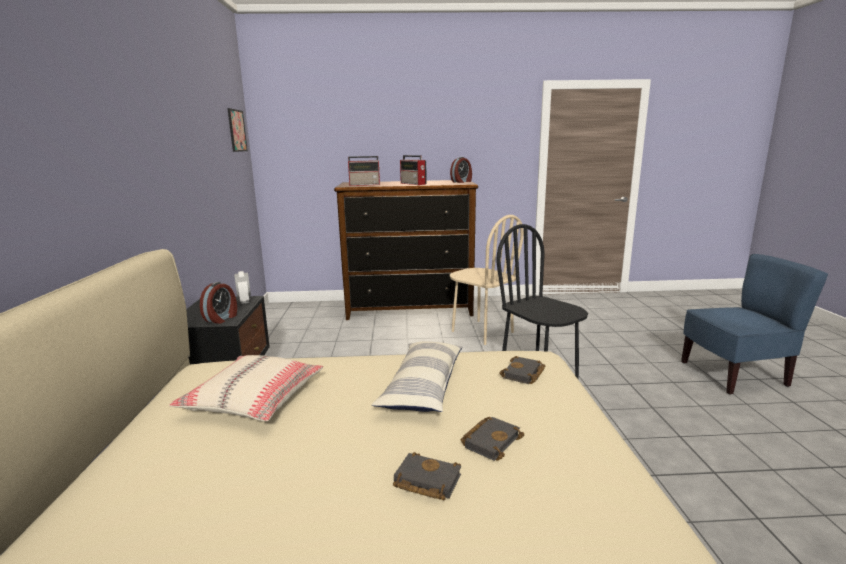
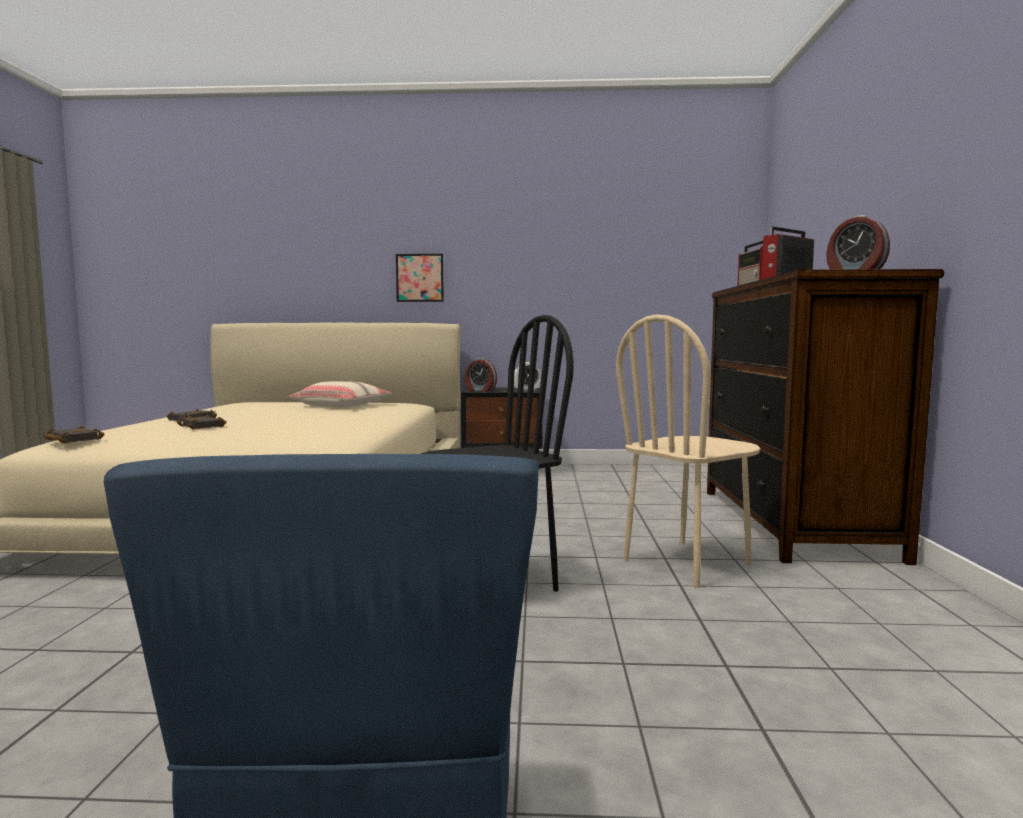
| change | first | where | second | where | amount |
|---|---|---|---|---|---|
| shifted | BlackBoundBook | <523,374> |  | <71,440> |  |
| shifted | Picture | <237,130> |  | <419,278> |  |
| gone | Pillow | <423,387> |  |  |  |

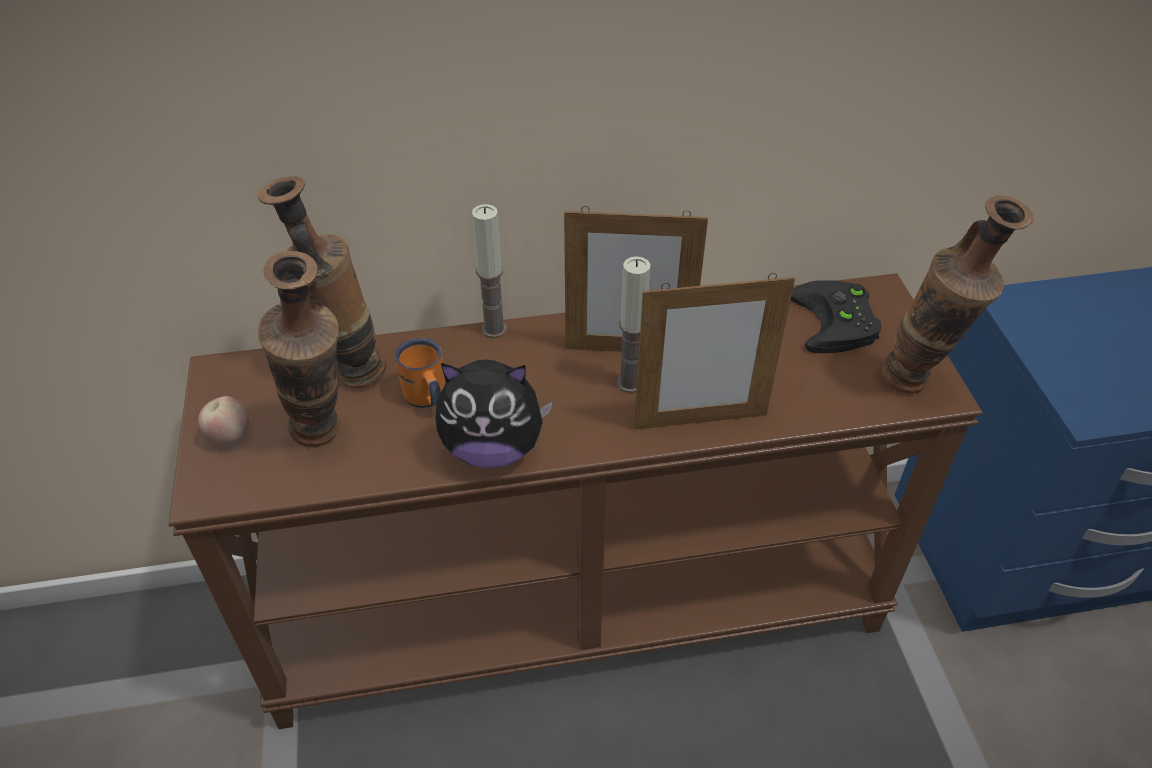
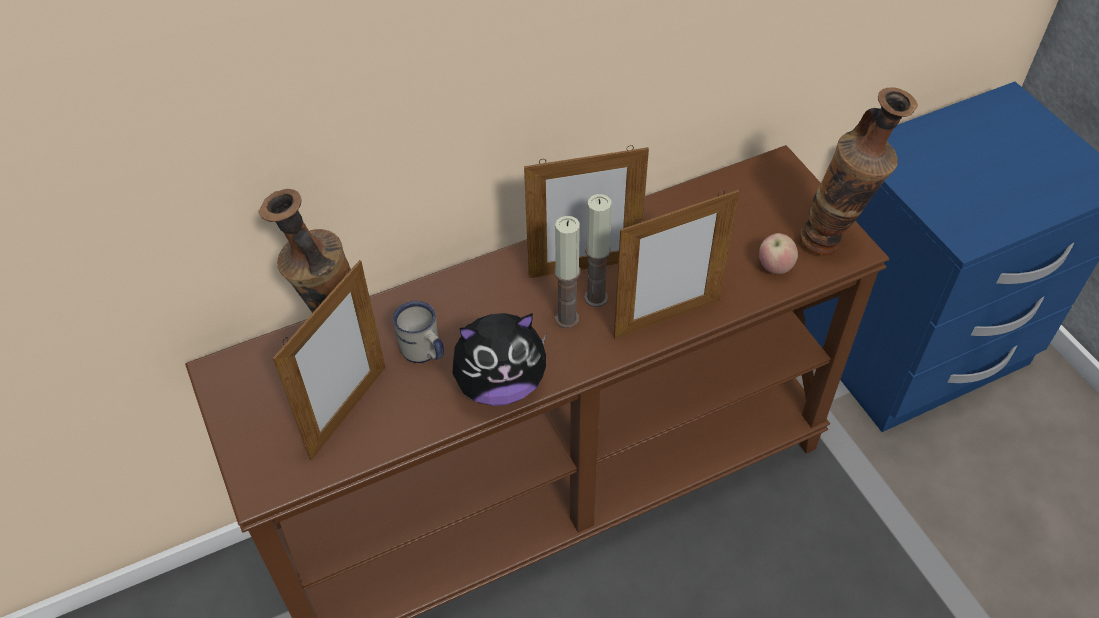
| change | first | where | second | where | amount |
|---|---|---|---|---|---|
| swapped | Vase | <325,439> | StandingFrame | <348,412> |  |
| repainted | OrangeColouredCoffeeMug | <426,399> | WhiteCoffeeMug | <424,353> |  |
| shifted | Candle | <494,329> |  | <567,319> |  |
| shifted | AppleFruit | <230,437> |  | <775,267> |  |
| gone | BlackJoypad | <838,324> |  |  |  |

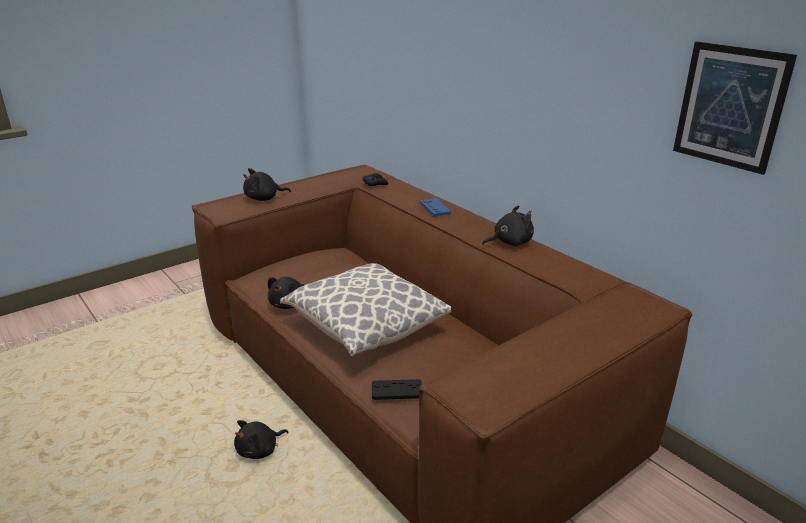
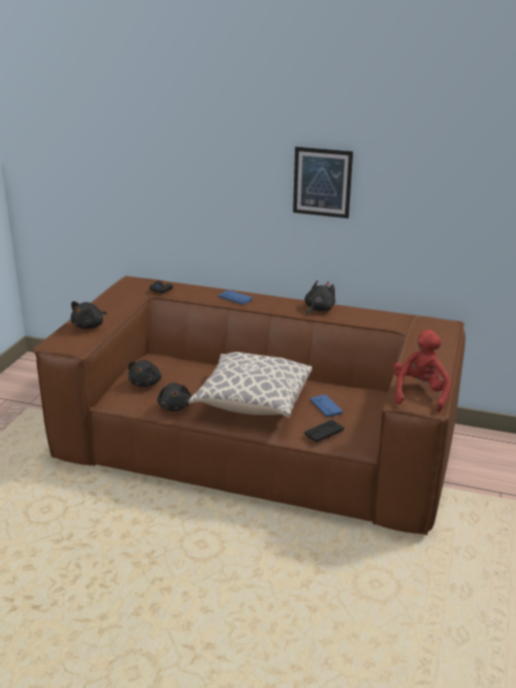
| change | first | where | second | where | amount |
|---|---|---|---|---|---|
| shifted | BlackSoftToy | <260,450> |  | <146,383> |  |
| shifted | Picture | <730,106> |  | <322,182> |  |
| new |  |  | BlueColouredJoypad | <326,406> |  |
| new |  |  | ReddishSoftToy | <419,394> |  |

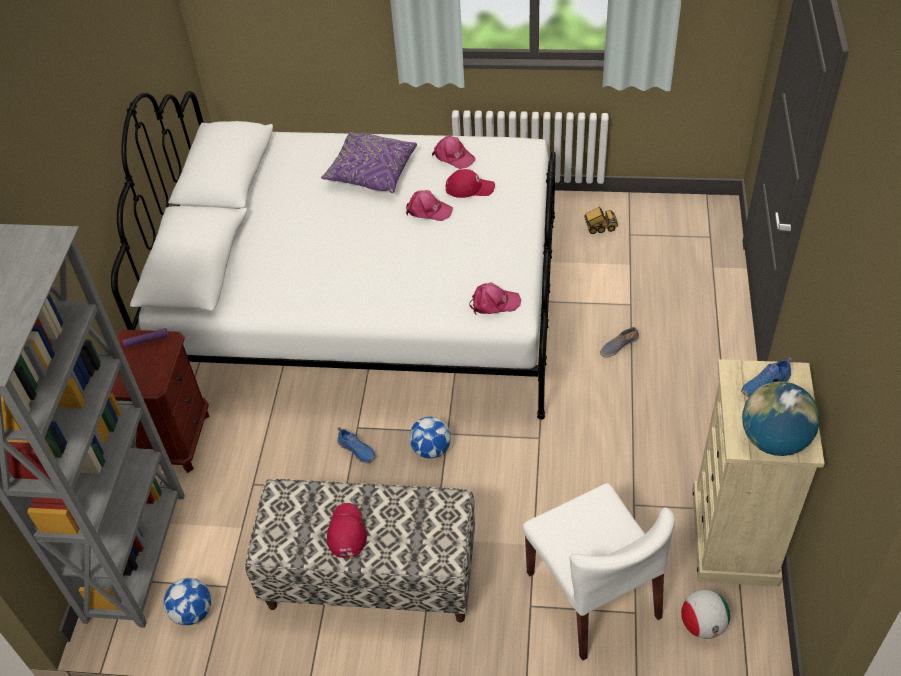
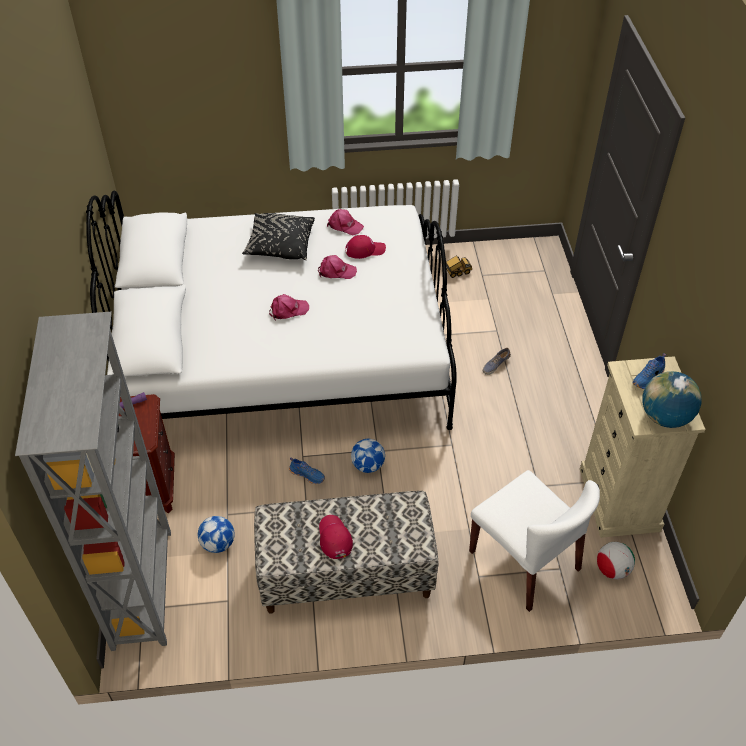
| change | first | where | second | where | amount |
|---|---|---|---|---|---|
| shifted | Football | <192,612> |  | <218,544> |  |
| repainted | PurplishPillow | <371,173> | BlackPillow | <280,245> |  |
| shifted | PinkishCap | <494,303> |  | <288,310> |  |

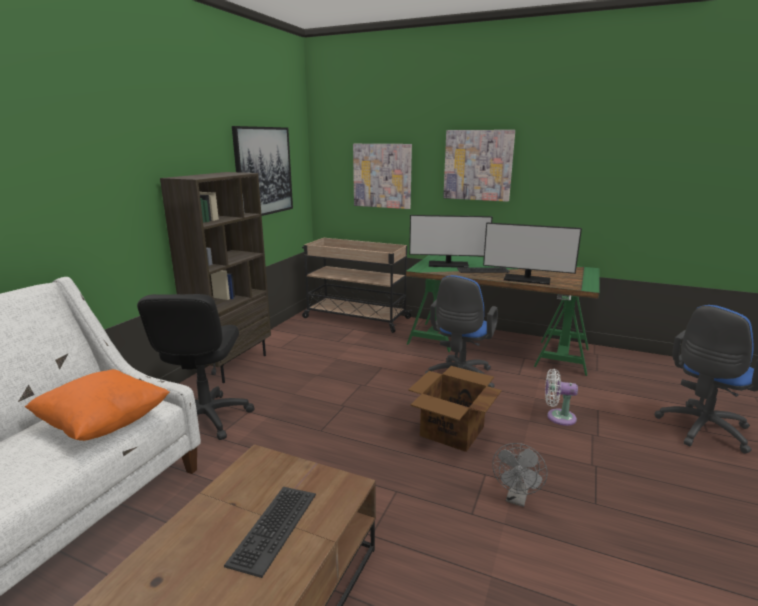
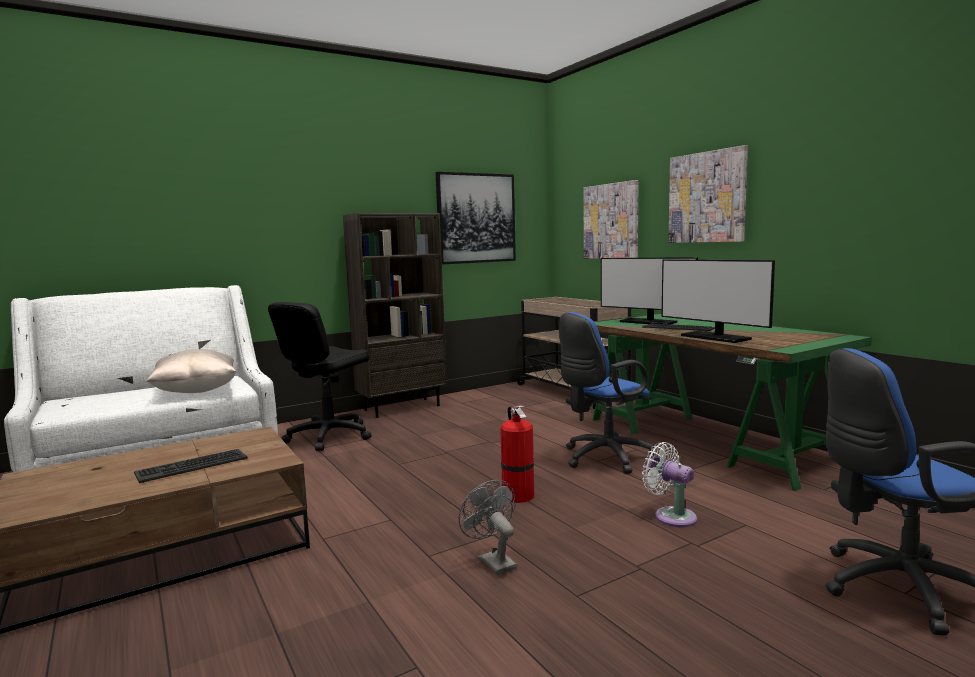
| change | first | where | second | where | amount |
|---|---|---|---|---|---|
| repainted | OrangeColouredPillow | <104,424> | BeigeColouredPillow | <196,391> |  |
| rotated | GreyishFan | <517,499> |  | <492,561> | 90 degrees clockwise |
| swapped | Carton | <451,431> | FireFightingCylinder | <517,495> |  |

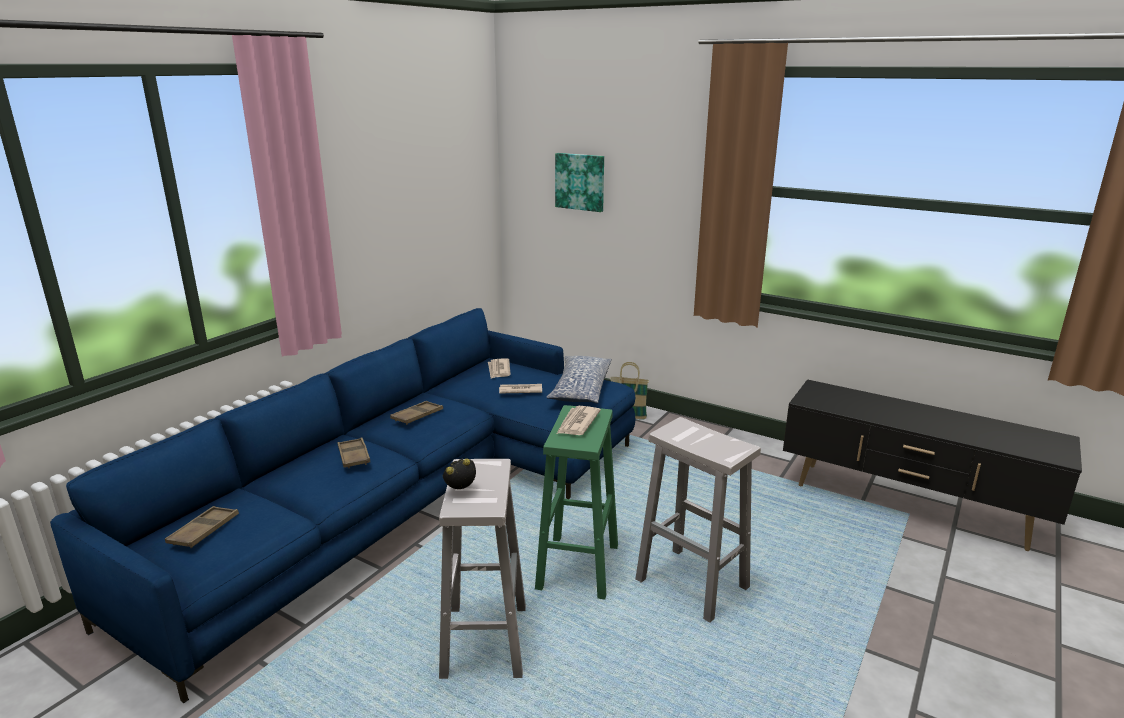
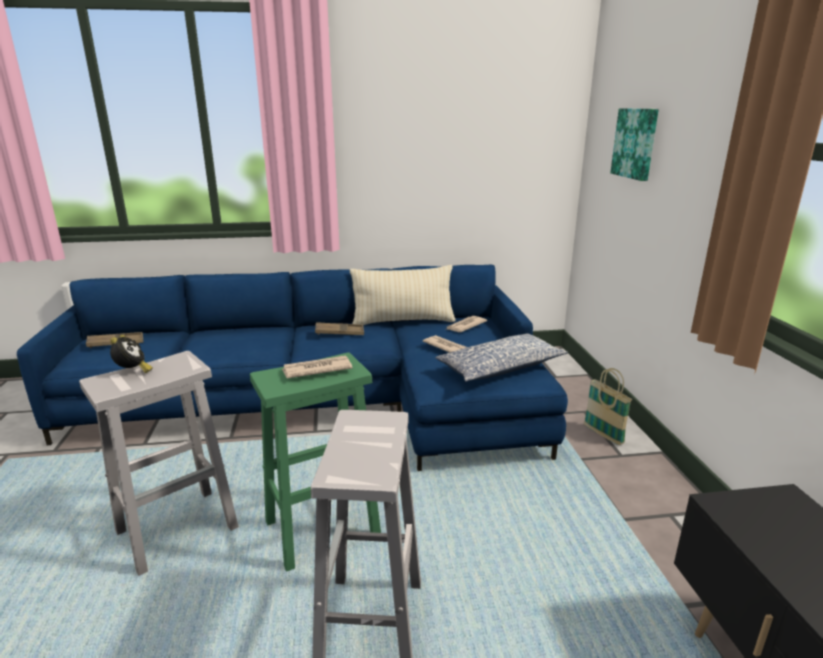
| change | first | where | second | where | amount |
|---|---|---|---|---|---|
| rotated | AlarmClock | <461,491> |  | <133,371> | 60 degrees clockwise |
| new |  |  | BeigeColouredPillow | <403,321> |  |
| gone | BrownishCarryingTray | <354,456> |  |  |  |

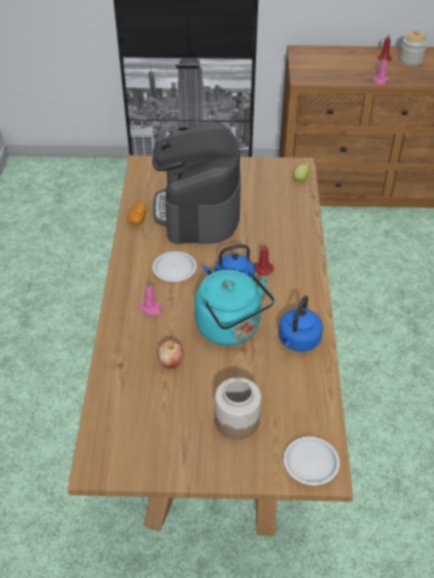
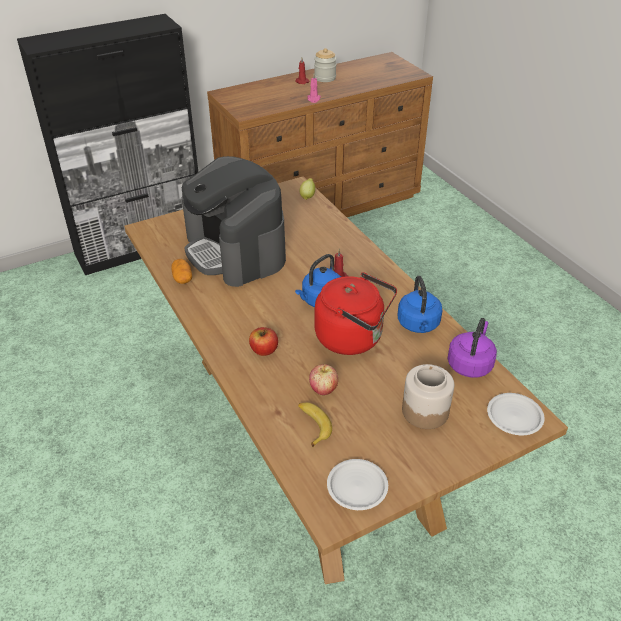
| change | first | where | second | where | amount |
|---|---|---|---|---|---|
| swapped | PinkishCandle | <151,308> | AppleFruit | <264,350> |  |
| new |  |  | Banana | <312,425> |  |
| repainted | TurquoiseWaterKettle | <231,329> | ReddishWaterKettle | <353,338> |  |
| shifted | WhiteDinnerPlate | <175,269> |  | <357,487> |  |
| new |  |  | PurplishWaterKettle | <470,364> |  |

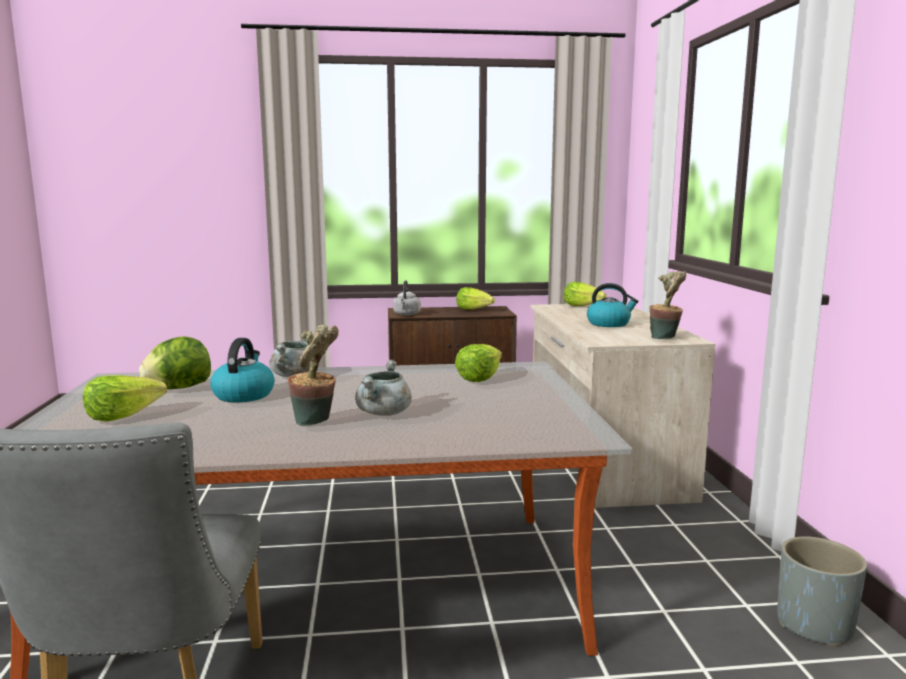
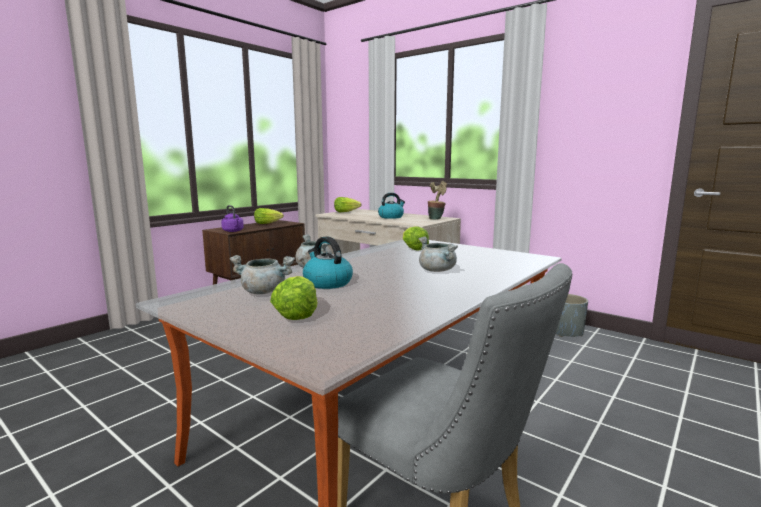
| change | first | where | second | where | amount |
|---|---|---|---|---|---|
| repainted | GreyishWaterKettle | <406,314> | PurplishWaterKettle | <233,231> |  |
| swapped | HeadOfLettuce | <178,388> | GreyishCookingPot | <264,292> |  |
| gone | PottedPlant | <315,422> |  |  |  |

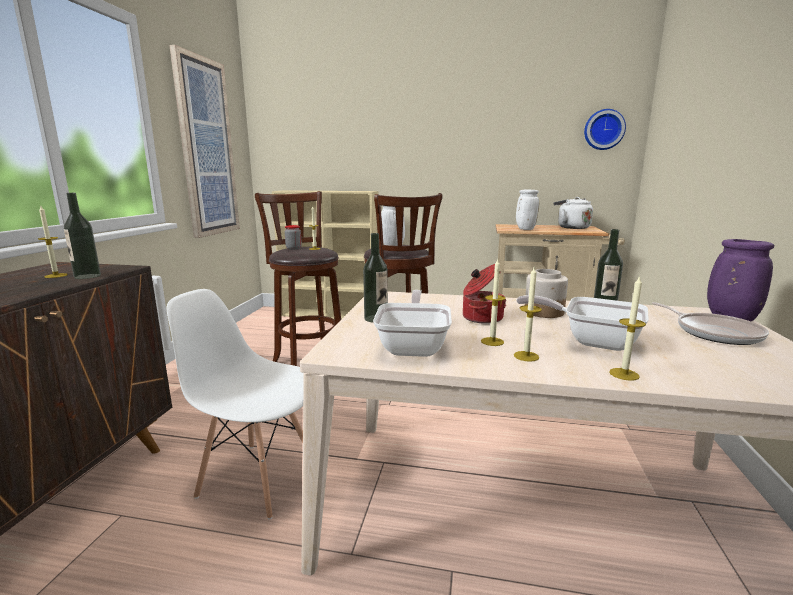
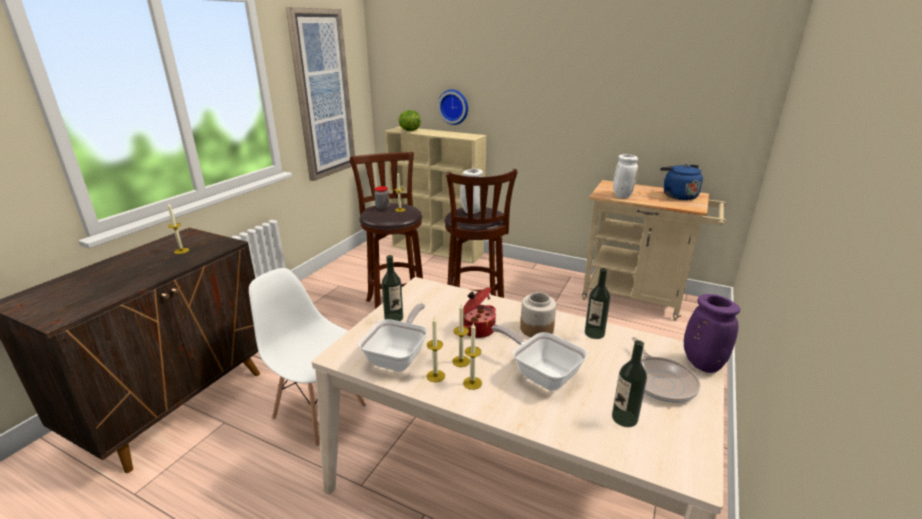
| change | first | where | second | where | amount |
|---|---|---|---|---|---|
| new |  |  | HeadOfLettuce | <409,130> |  |
| shifted | Candle | <624,374> |  | <435,376> |  |
| shifted | WallClock | <603,130> |  | <454,106> |  |
| shifted | Bottle | <87,276> |  | <624,418> |  |
| repainted | WhiteWaterKettle | <571,227> | BlueColouredWaterKettle | <677,196> |  |

